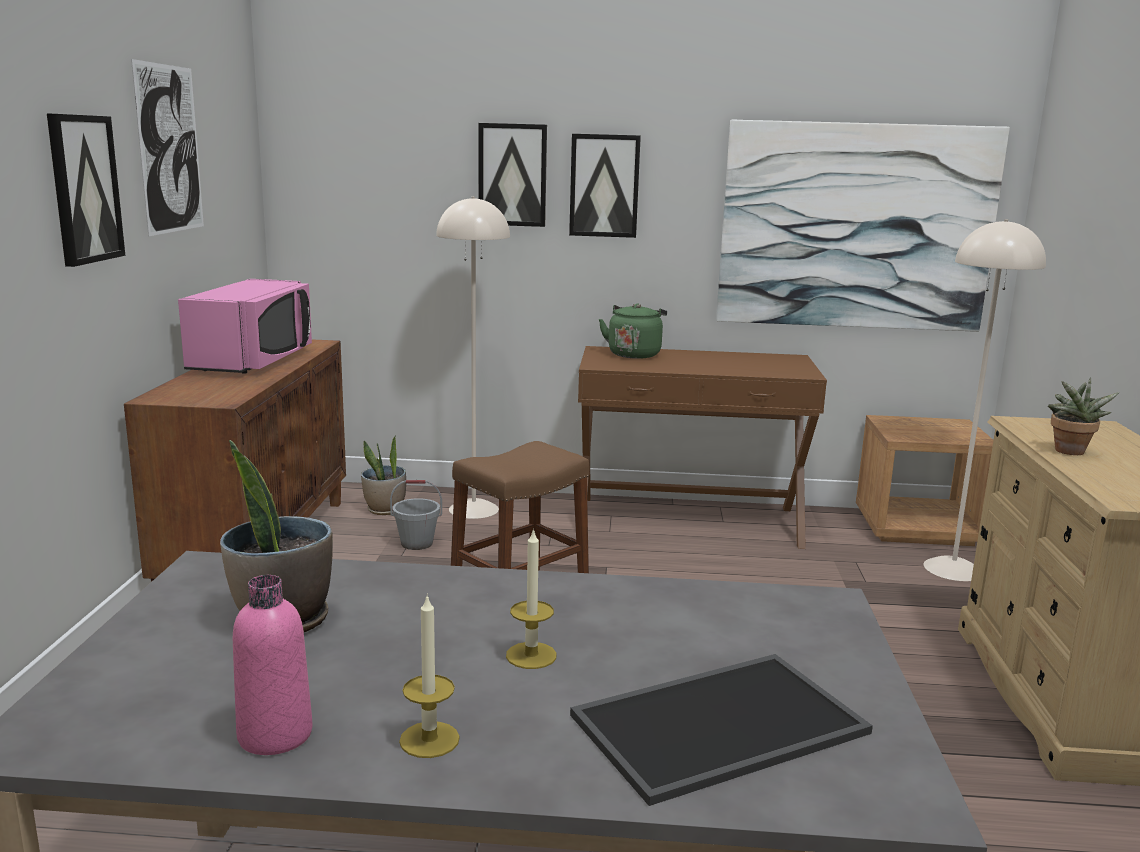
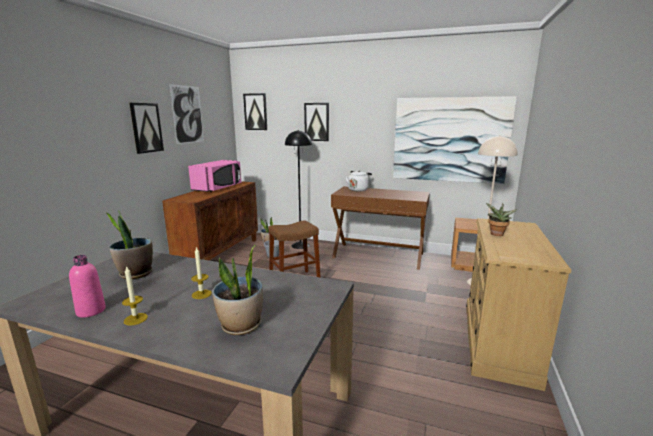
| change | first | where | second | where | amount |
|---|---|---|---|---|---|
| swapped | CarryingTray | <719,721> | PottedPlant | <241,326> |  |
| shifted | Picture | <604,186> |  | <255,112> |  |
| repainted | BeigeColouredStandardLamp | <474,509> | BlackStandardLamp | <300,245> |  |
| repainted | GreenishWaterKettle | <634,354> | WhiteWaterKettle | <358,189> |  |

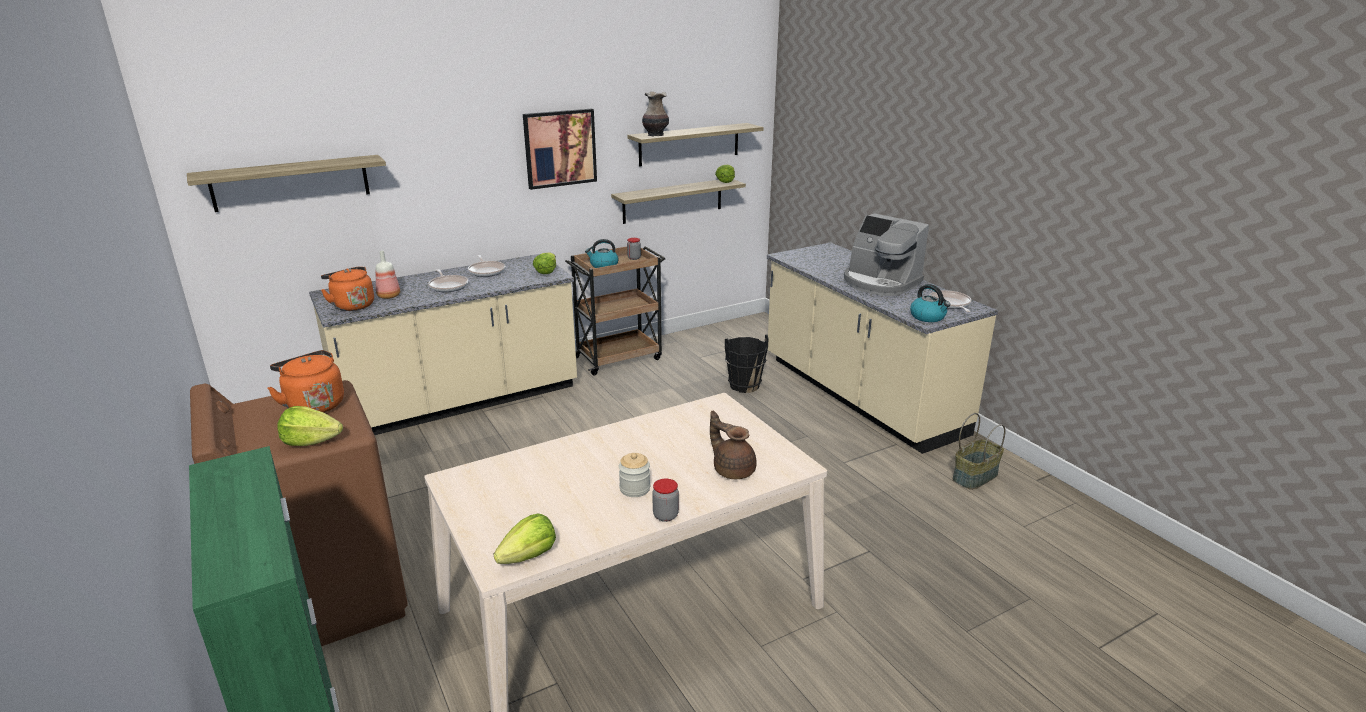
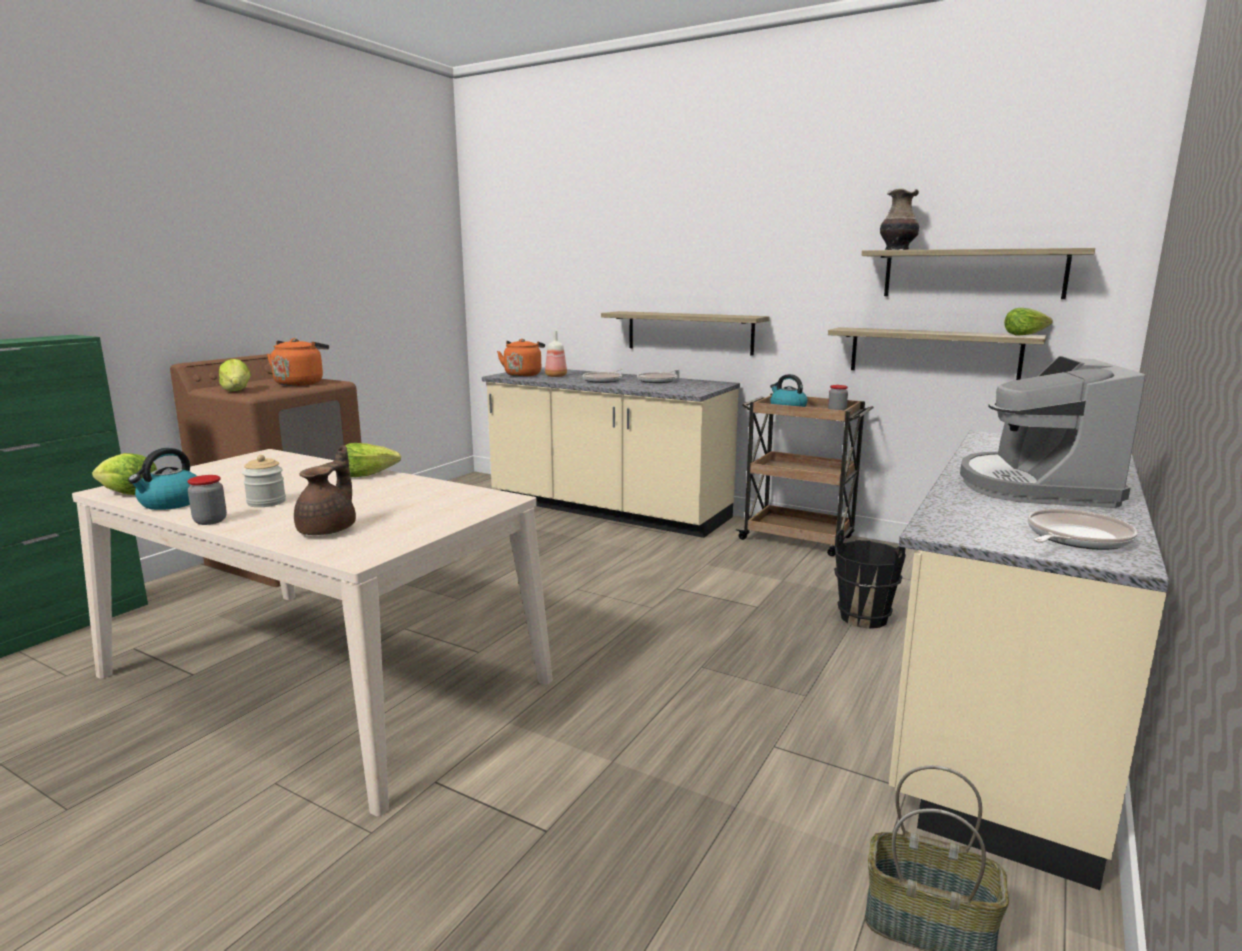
| change | first | where | second | where | amount |
|---|---|---|---|---|---|
| shifted | WaterKettle | <928,317> |  | <170,503> |  |
| shifted | HeadOfLettuce | <546,271> |  | <367,475> |  |
| shifted | BracketShelf | <291,183> |  | <689,332> |  |
| gone | Picture | <560,148> |  |  |  |

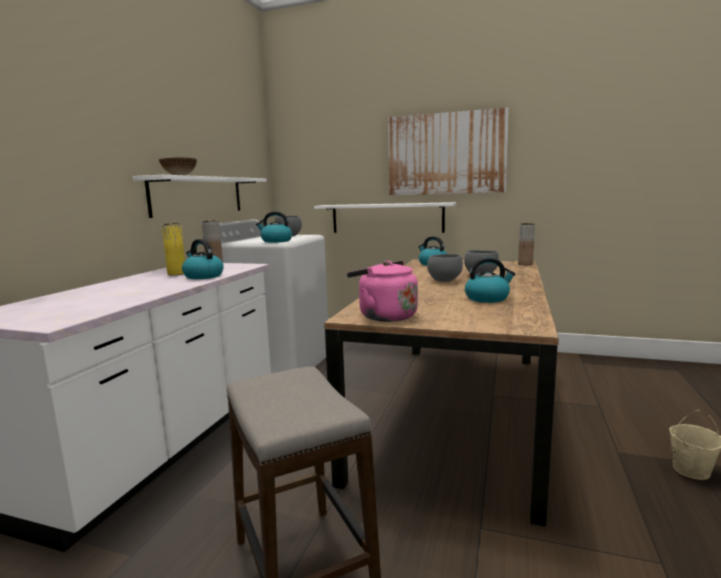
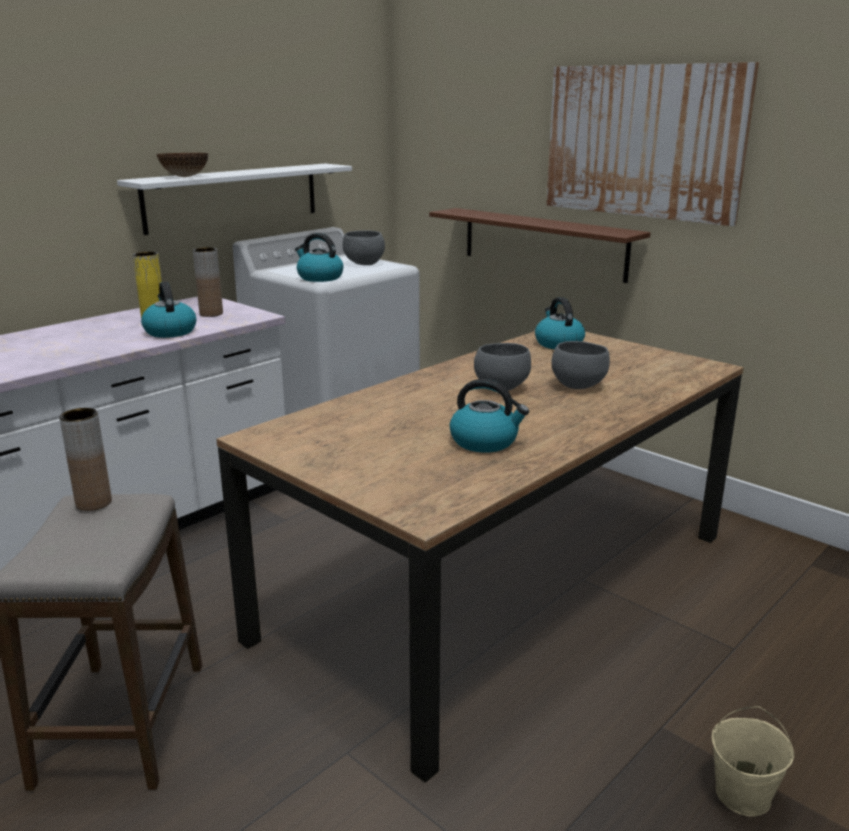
| change | first | where | second | where | amount |
|---|---|---|---|---|---|
| shifted | BrownishVase | <525,264> |  | <93,503> |  |
| repainted | WhiteBracketShelf | <387,218> | BrownishBracketShelf | <543,243> |  |
| gone | PinkishWaterKettle | <384,316> |  |  |  |

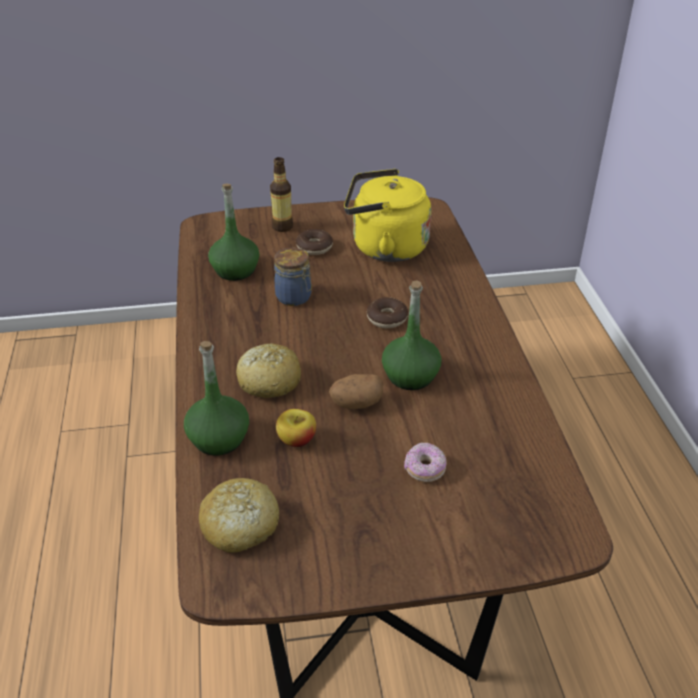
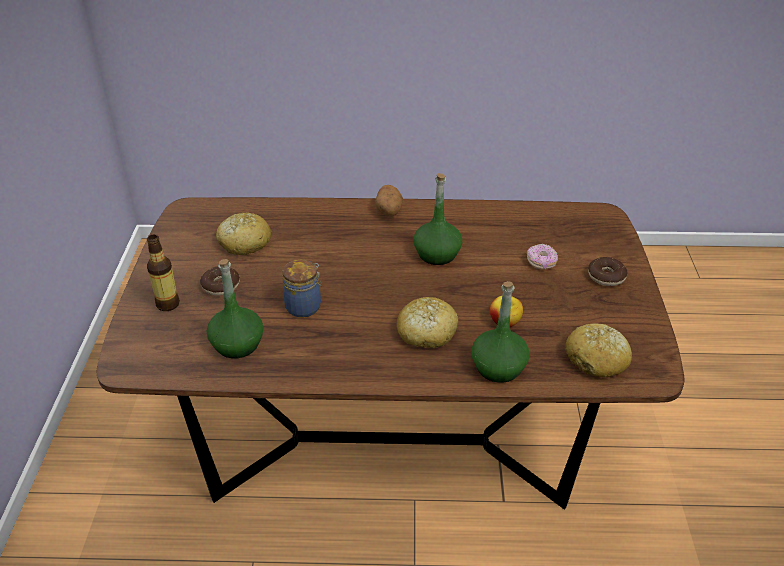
| change | first | where | second | where | amount |
|---|---|---|---|---|---|
| swapped | YellowishWaterKettle | <384,247> | BakeryBread | <244,243> |  |
| shifted | Potato | <356,403> |  | <389,211> |  |
| shifted | Doughnut | <387,318> |  | <606,276> |  |

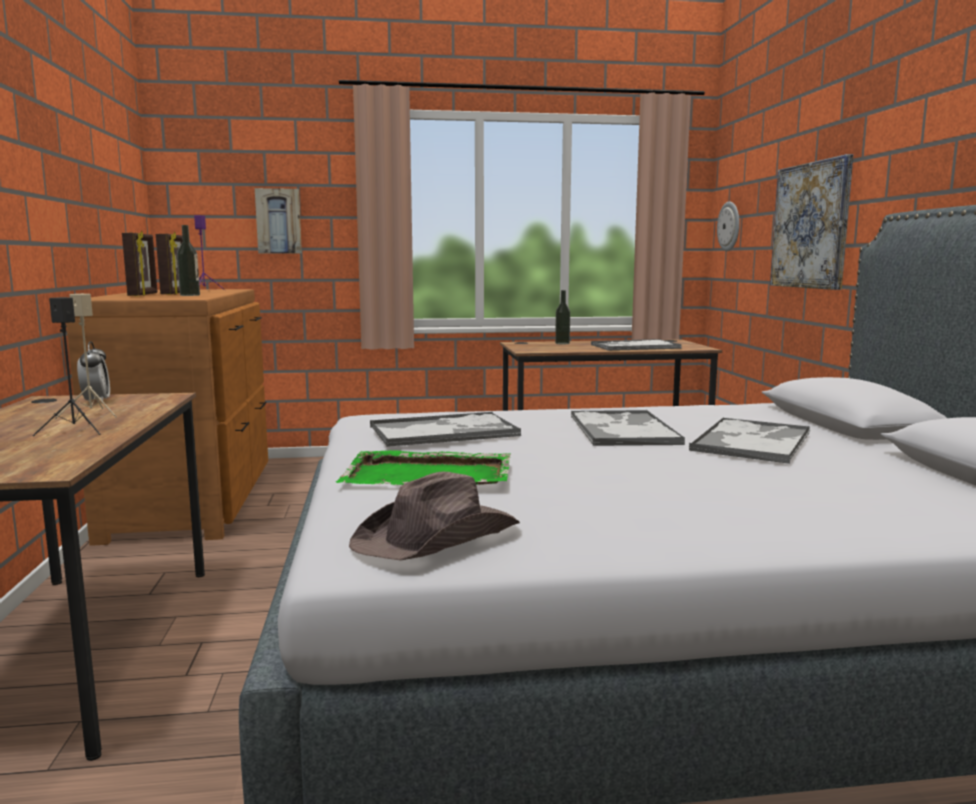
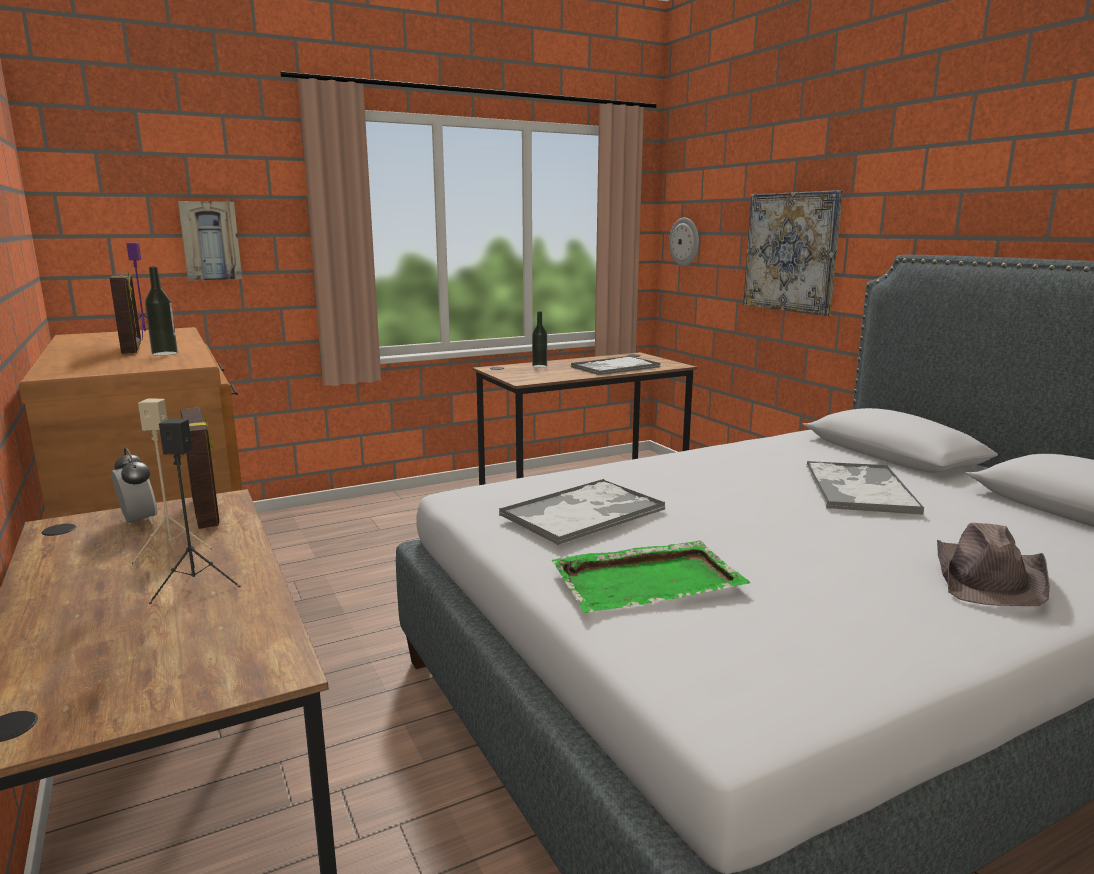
| change | first | where | second | where | amount |
|---|---|---|---|---|---|
| shifted | StandingFrame | <144,295> |  | <206,512> |  |
| shifted | BrownishClothingHat | <439,537> |  | <989,578> |  |
| gone | CarryingTray | <622,429> |  |  |  |

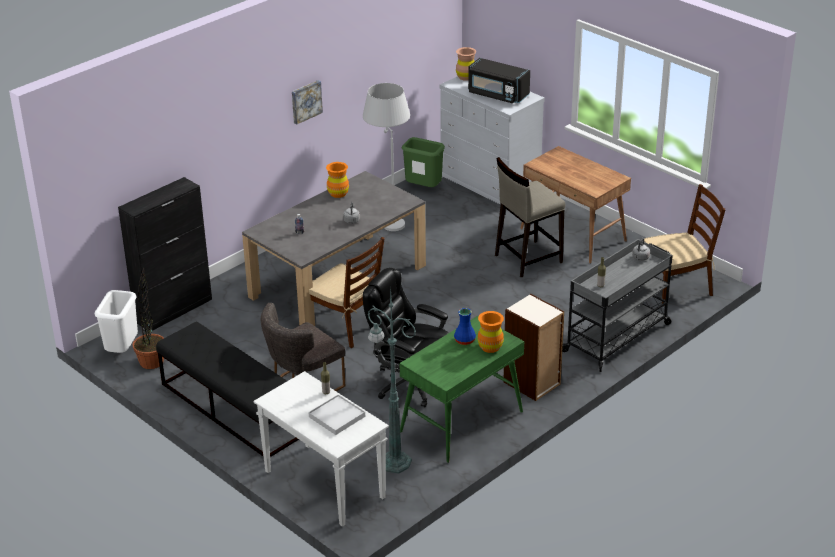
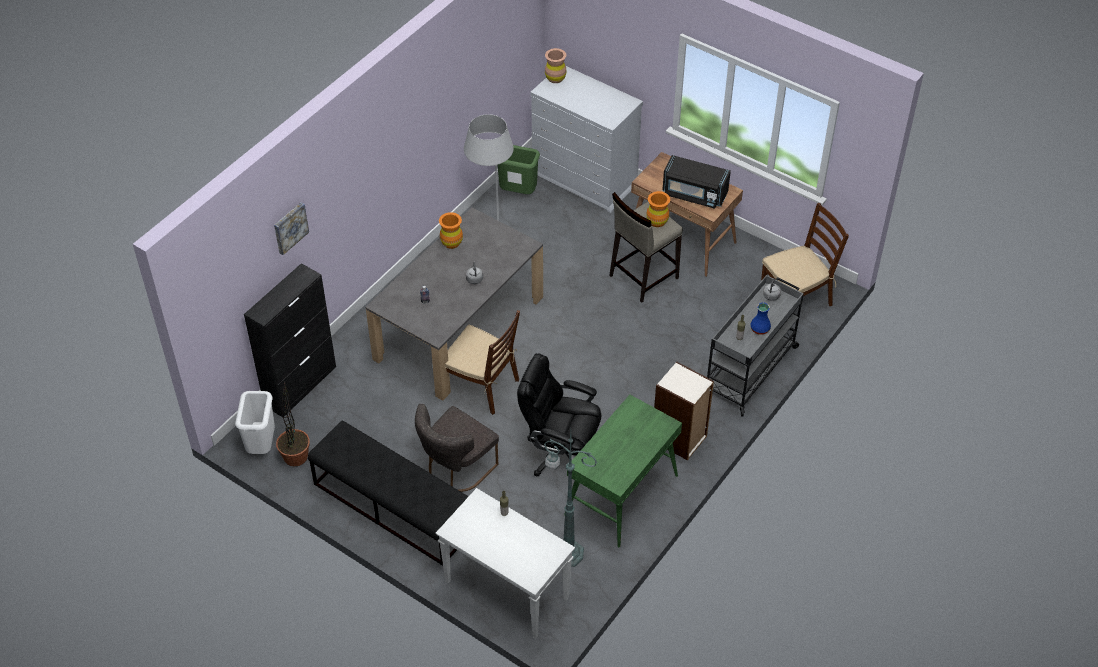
| change | first | where | second | where | amount |
|---|---|---|---|---|---|
| shifted | Picture | <305,101> |  | <290,227> |  |
| shifted | OrangeColouredVase | <490,347> |  | <657,221> |  |
| shifted | BlackKitchenMicrowave | <497,94> |  | <694,194> |  |
| shifted | BlueColouredVase | <464,341> |  | <759,329> |  |
| gone | WhiteCarryingTray | <337,416> |  |  |  |

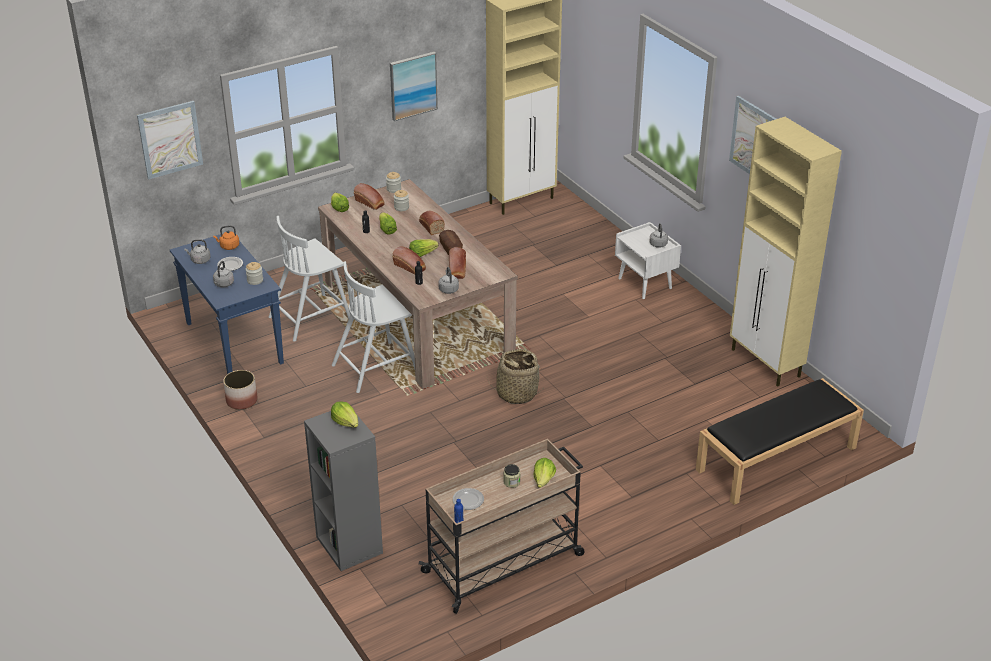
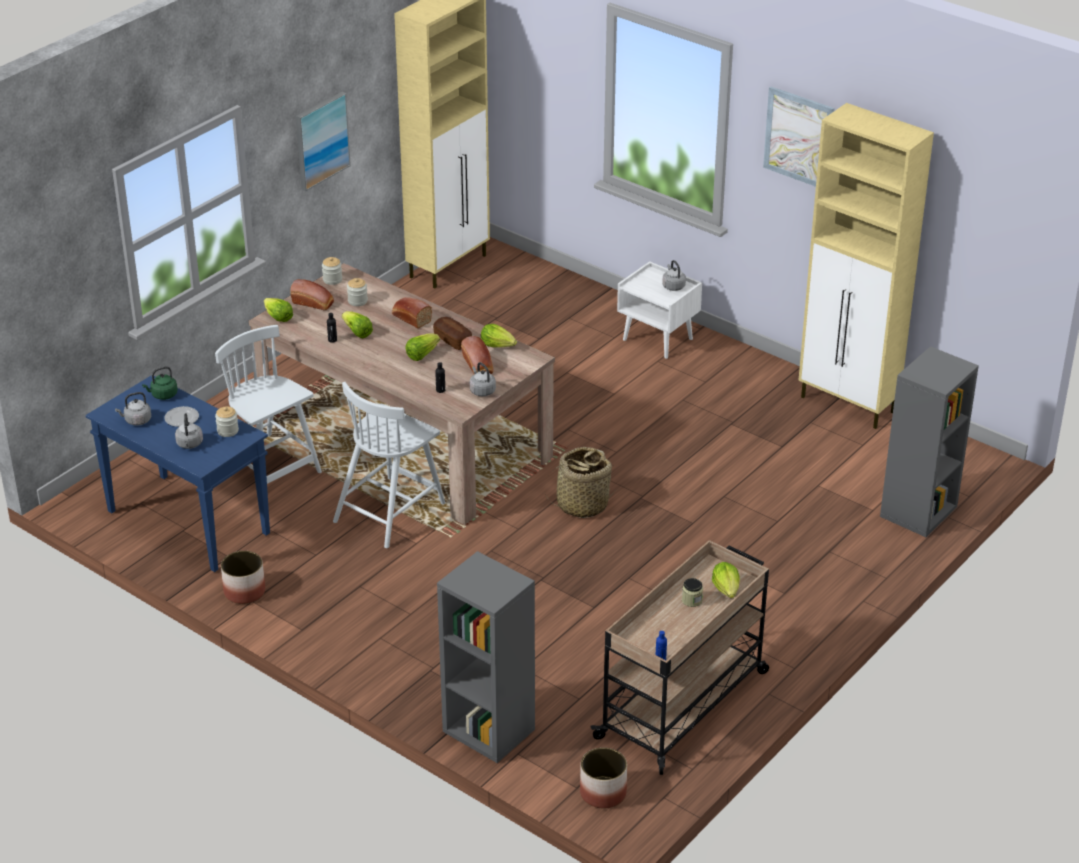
| change | first | where | second | where | amount |
|---|---|---|---|---|---|
| repainted | OrangeColouredWaterKettle | <228,246> | GreenishWaterKettle | <163,395> |  |
| rotated | WhiteUprightChair | <311,317> |  | <268,468> | 105 degrees clockwise |
| shifted | HeadOfLettuce | <346,422> |  | <498,345> |  |
| new |  |  | FlowerPot | <603,793> |  |
| swapped | BlackBench | <776,459> | GreyishBookcase | <918,512> |  |
| gone | Picture | <170,139> |  |  |  |
| gone | BakeryBread | <410,267> |  |  |  |
| gone | DinnerPlate | <468,500> |  |  |  |

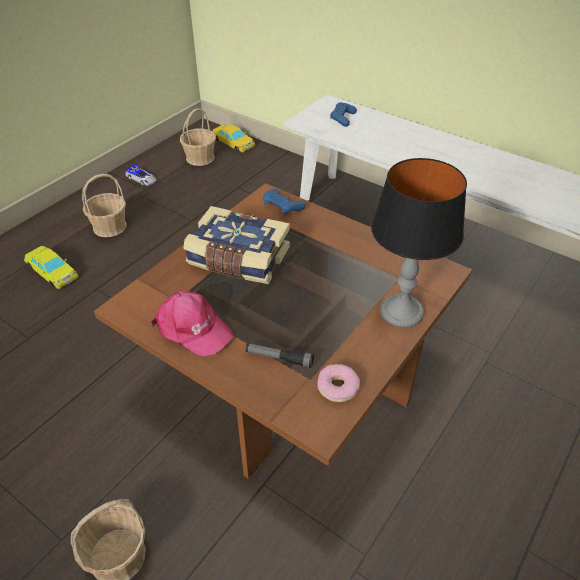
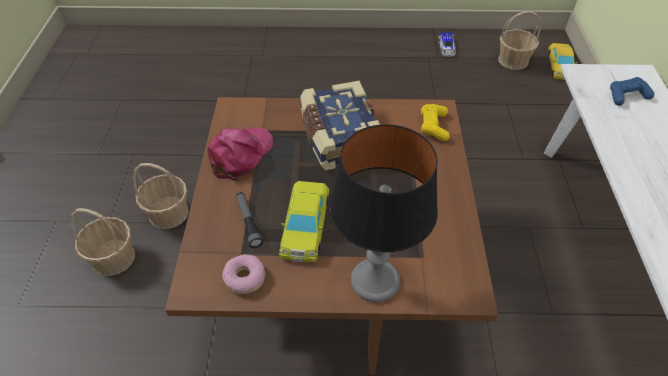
| change | first | where | second | where | amount |
|---|---|---|---|---|---|
| shifted | StorageBasket | <109,226> |  | <168,213> |  |
| rotated | PinkishCap | <192,328> |  | <240,155> | 150 degrees counterclockwise |
| shifted | YellowishToyCar | <52,271> |  | <305,225> |  |
| repainted | BlueColouredJoypad | <282,206> | YellowishJoypad | <434,126> |  |

